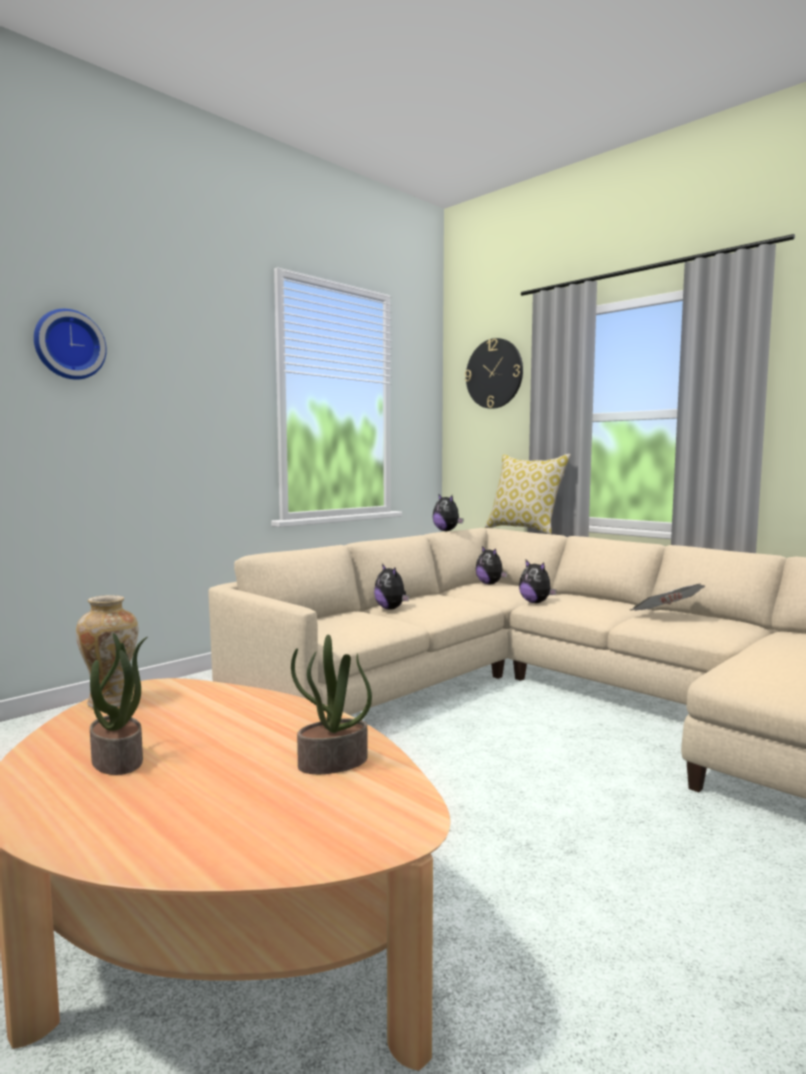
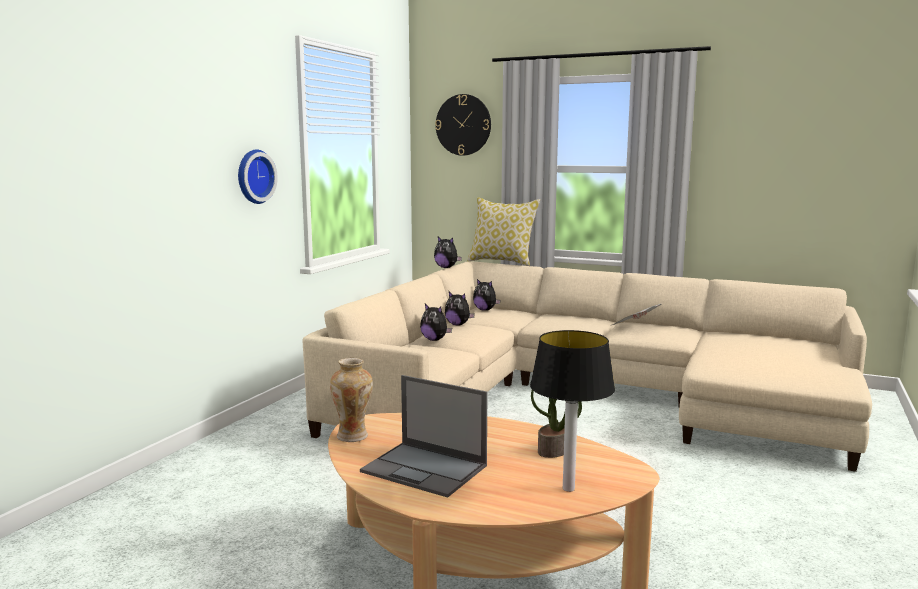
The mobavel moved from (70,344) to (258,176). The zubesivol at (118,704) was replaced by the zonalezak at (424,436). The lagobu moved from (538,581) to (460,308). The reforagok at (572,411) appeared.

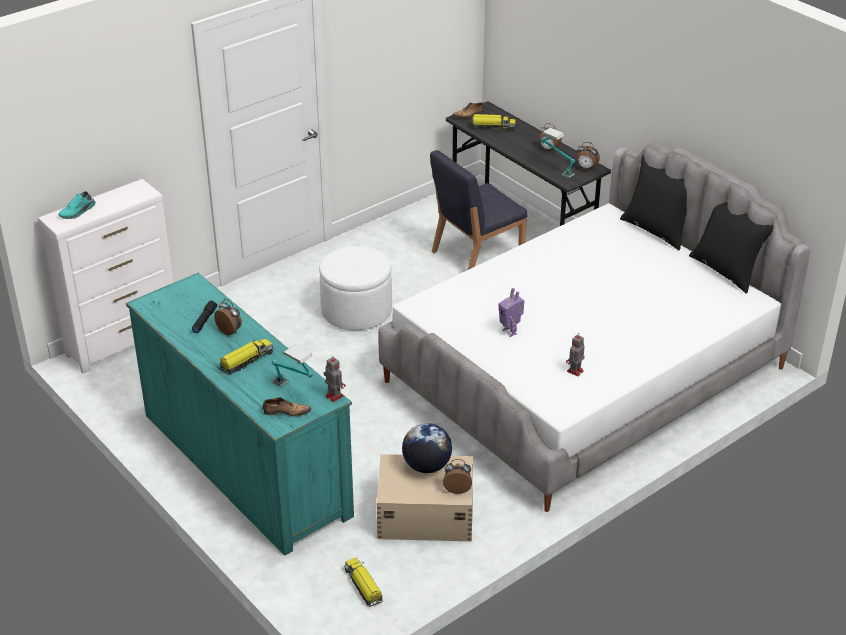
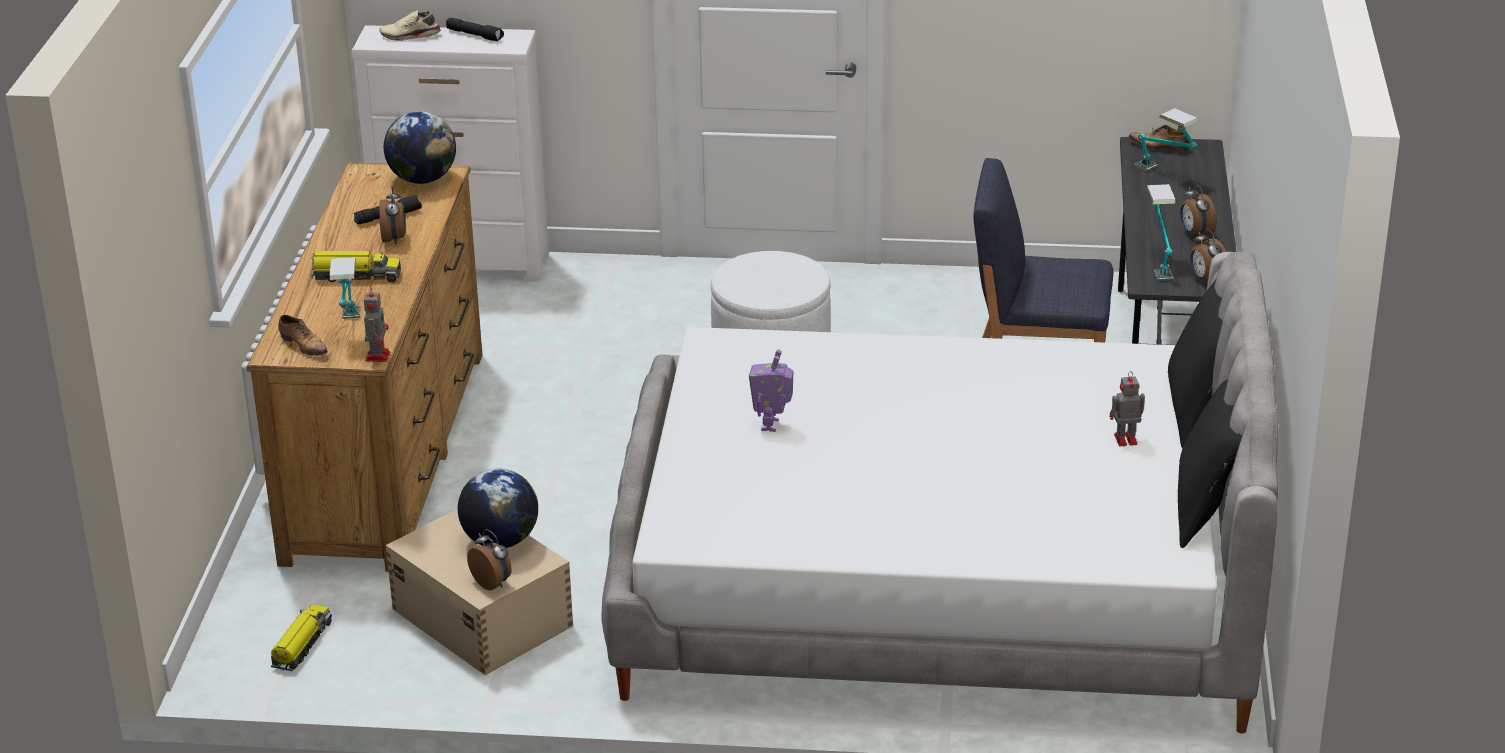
The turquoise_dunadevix at (77,205) became the beige_dunadevix at (410,25). The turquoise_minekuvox at (240,414) became the brown_minekuvox at (364,367). The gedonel at (492,122) was replaced by the reforagok at (1167,139). The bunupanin moved from (575,355) to (1127,408). The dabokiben at (420,147) appeared. The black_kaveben at (475,29) appeared.

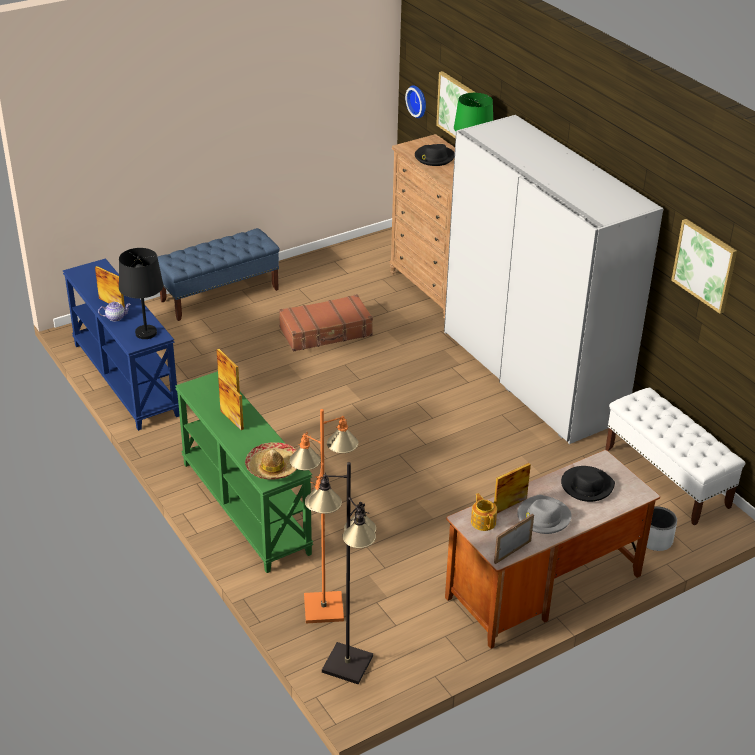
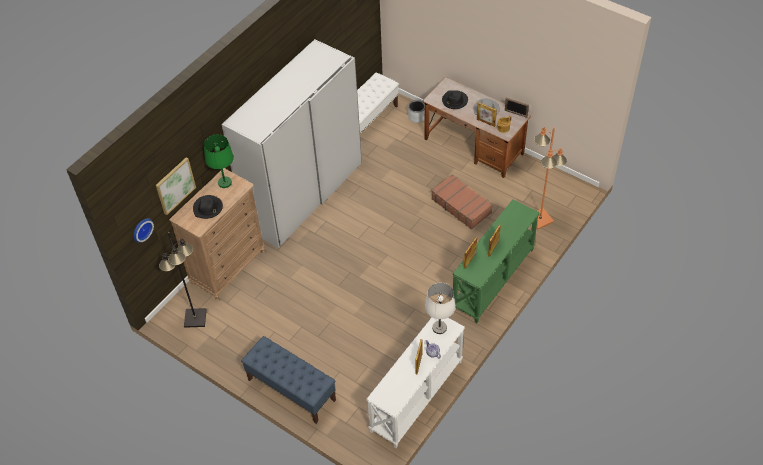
The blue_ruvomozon at (121,344) became the white_ruvomozon at (415,382). The black_reforagok at (141,293) became the white_reforagok at (440,308). The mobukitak at (271,461) disappeared. The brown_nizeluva moved from (326,323) to (462,202). The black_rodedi moved from (342,573) to (183,280). The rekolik at (704,266) disappeared.

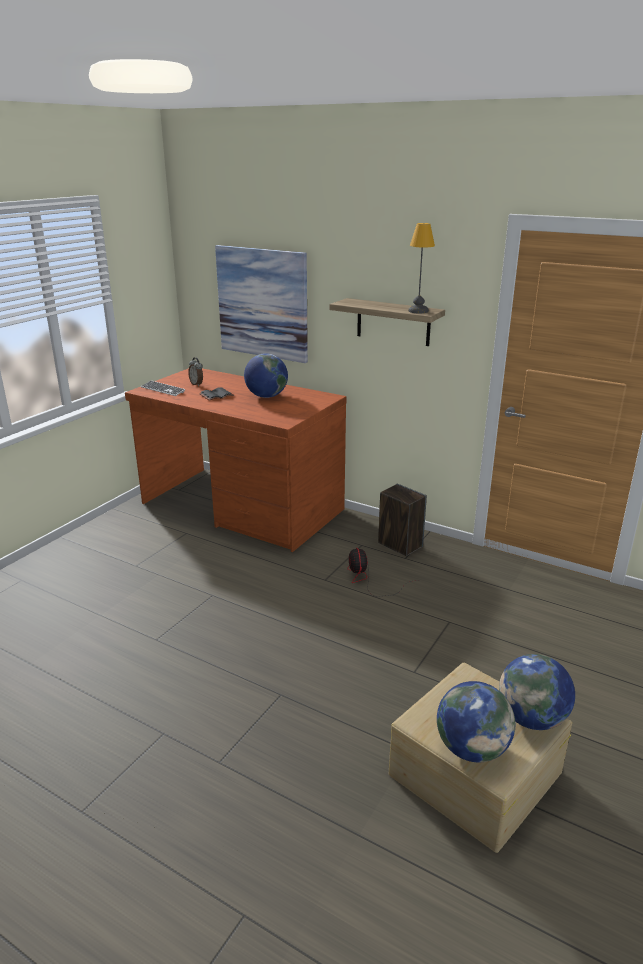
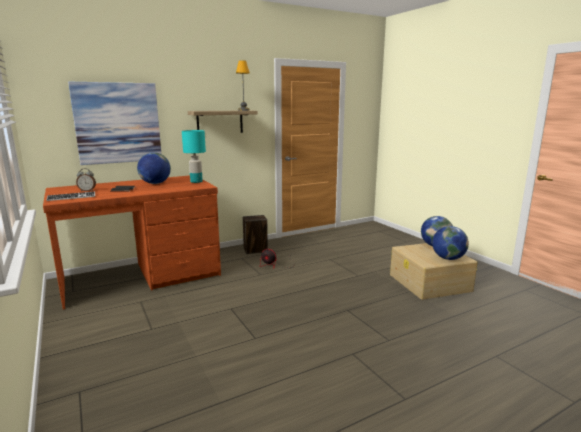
The turquoise_reforagok at (194,156) appeared.

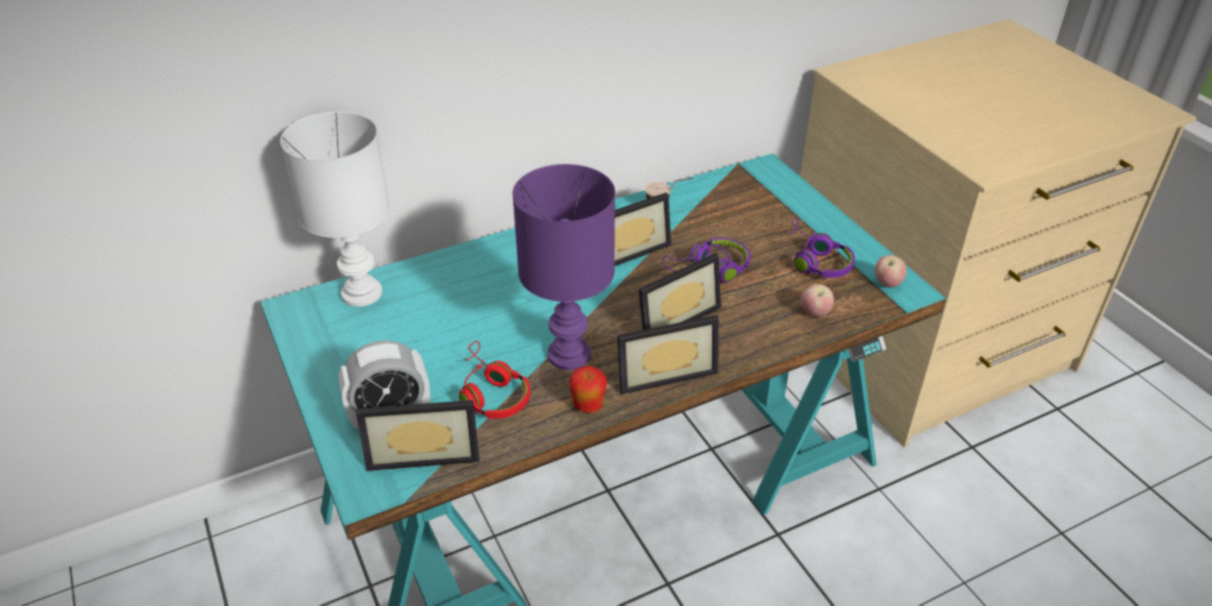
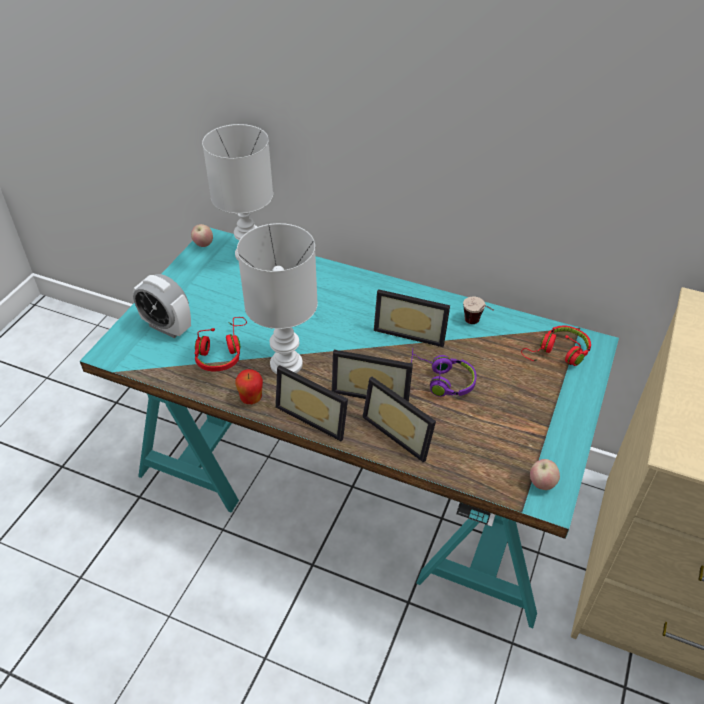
The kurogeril moved from (417,435) to (399,419). The purple_reforagok at (563,267) became the white_reforagok at (277,298). The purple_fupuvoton at (821,248) disappeared. The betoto moved from (817,300) to (202,235). The red_fupuvoton at (556,345) appeared.

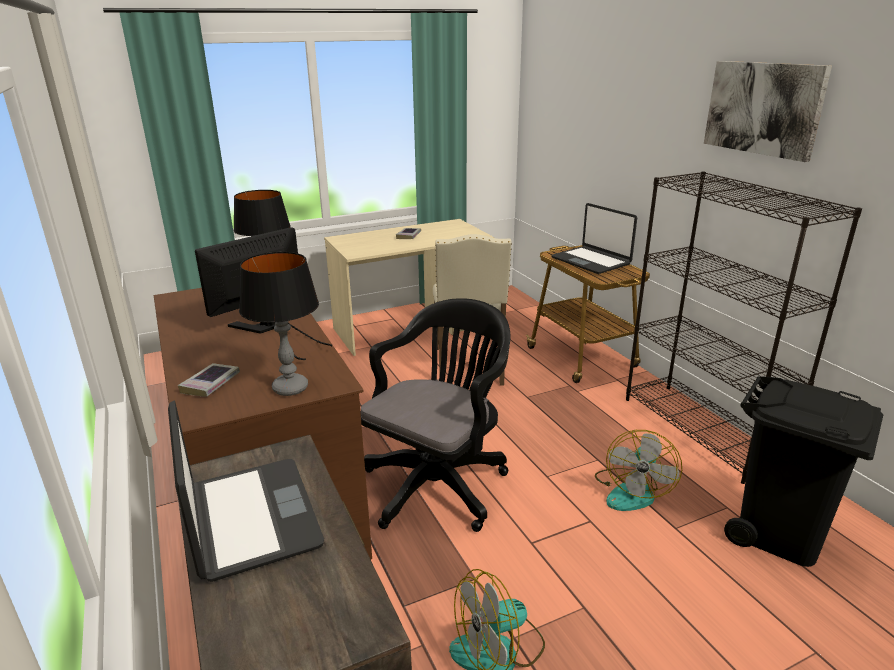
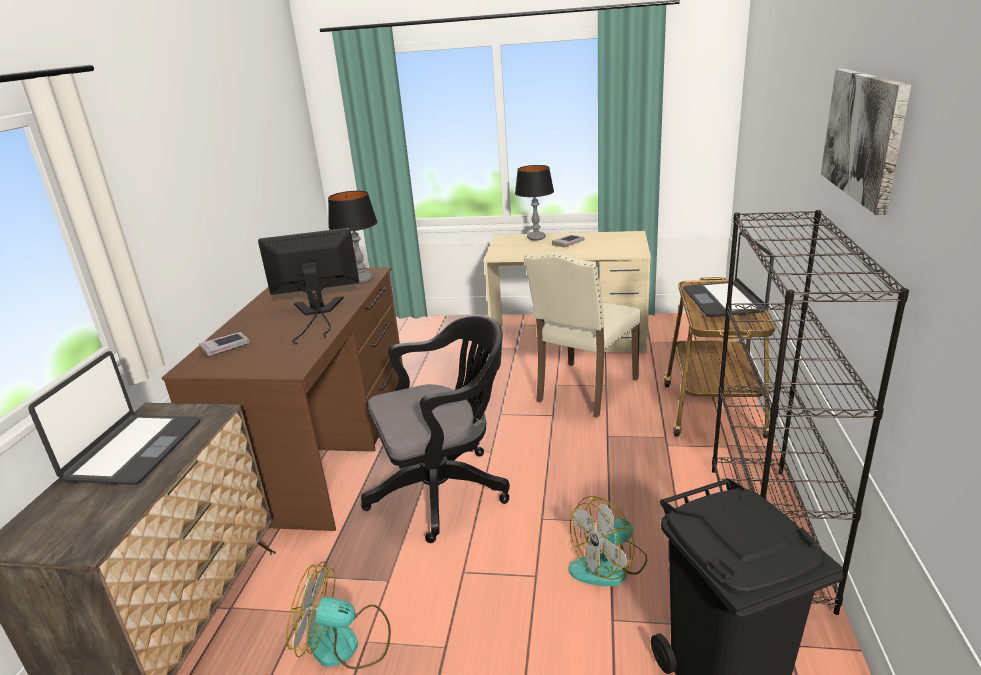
The reforagok moved from (279,324) to (534,203).

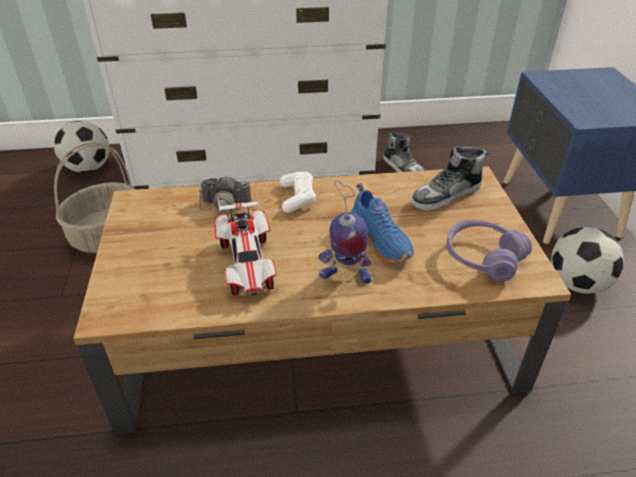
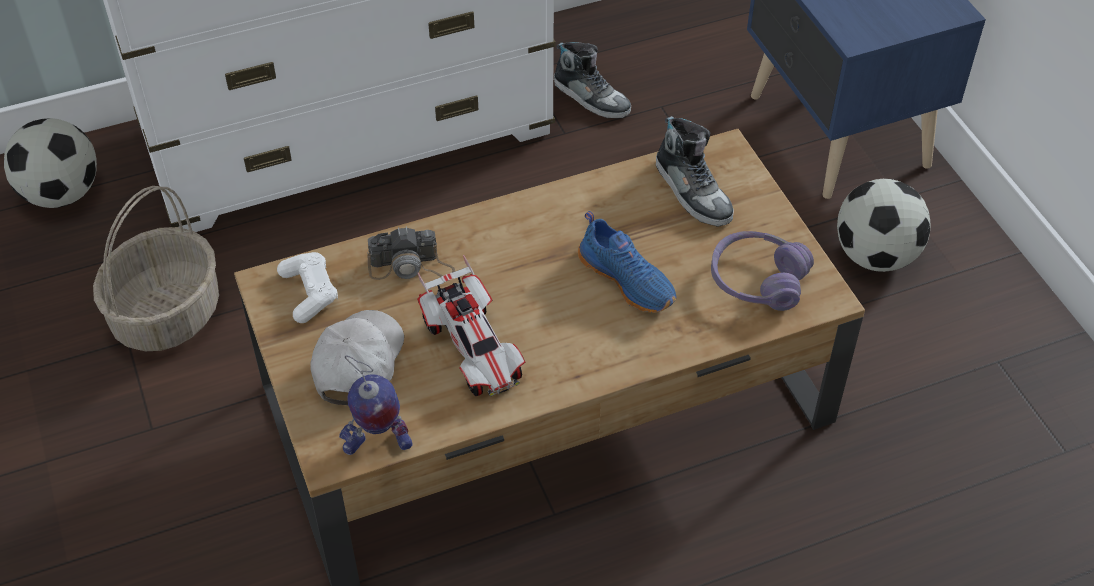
The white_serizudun moved from (298,192) to (307,287). The bunupanin moved from (344,232) to (375,405). The dunadevix at (450,178) turned 75 degrees counterclockwise. The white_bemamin at (357,357) appeared.

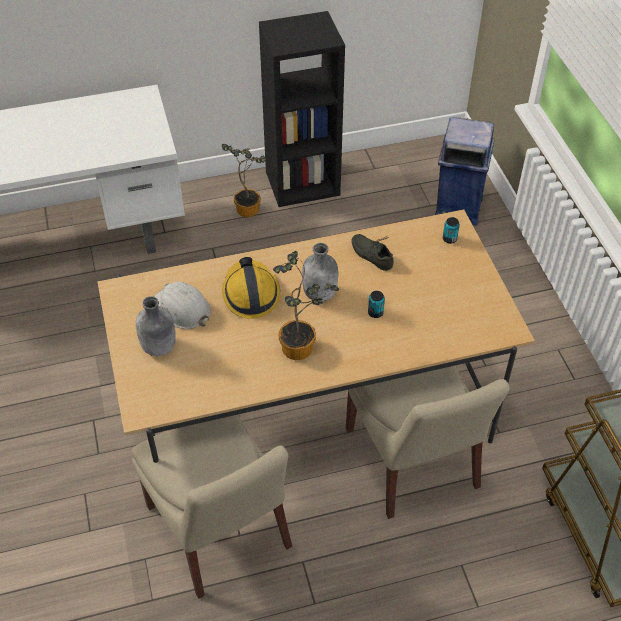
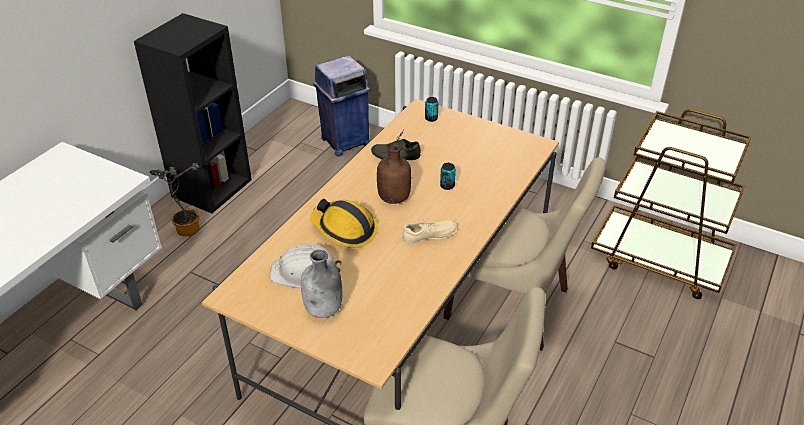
The zubesivol at (306,305) was replaced by the beige_dunadevix at (430,230). The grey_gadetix at (320,272) became the brown_gadetix at (394,173).

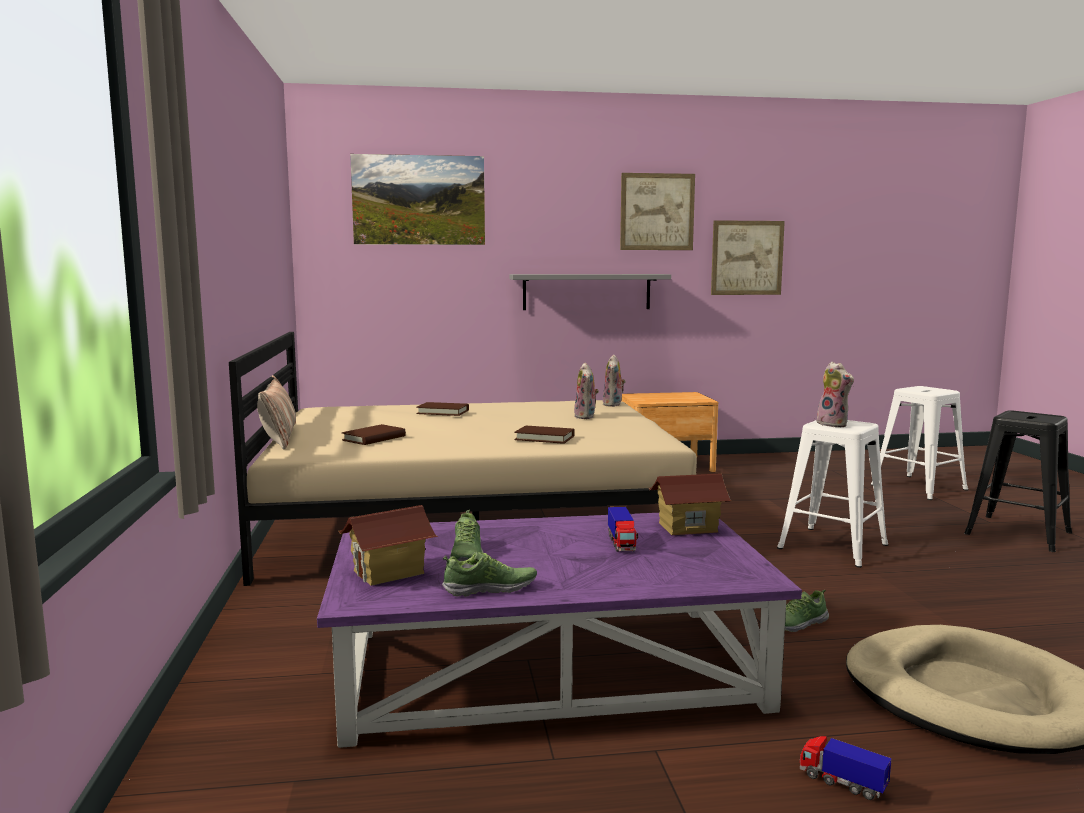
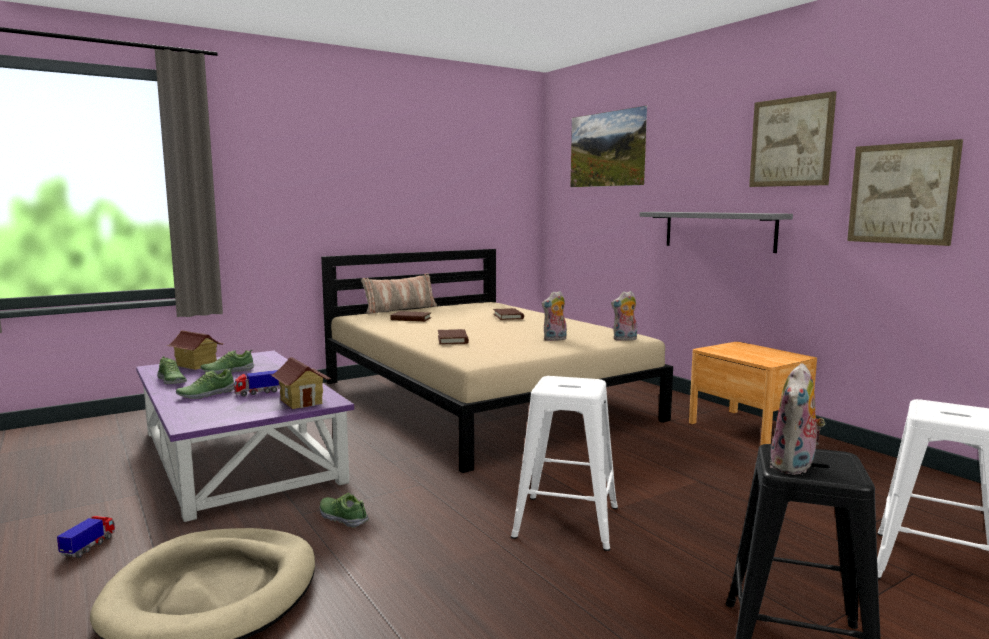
The lagobu moved from (834,394) to (798,419). The dunadevix at (205,383) appeared.

